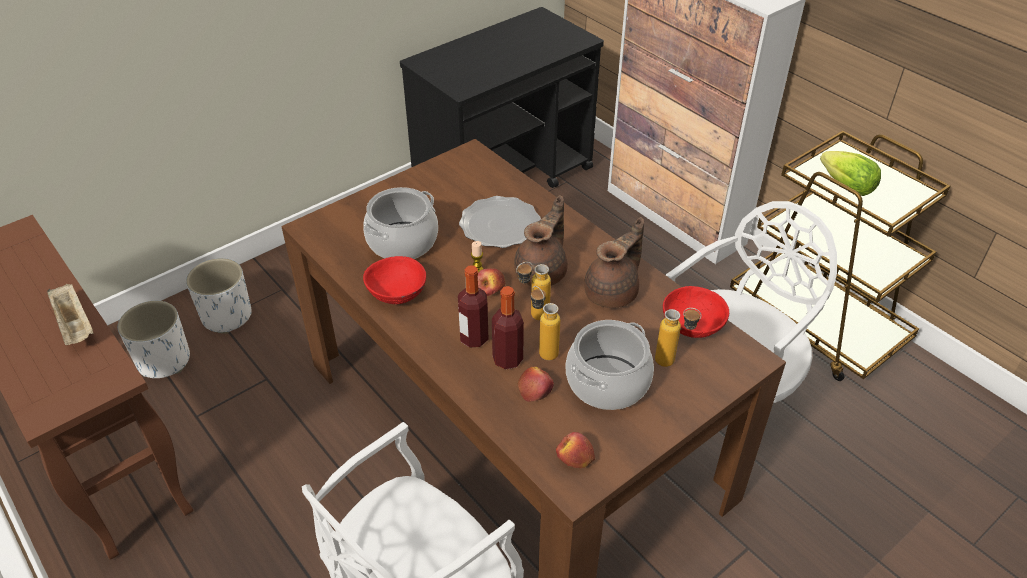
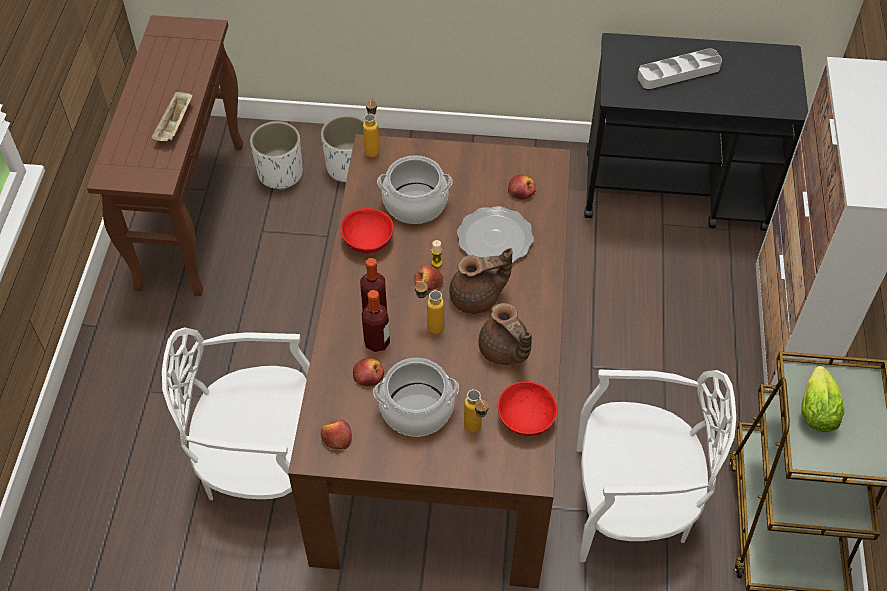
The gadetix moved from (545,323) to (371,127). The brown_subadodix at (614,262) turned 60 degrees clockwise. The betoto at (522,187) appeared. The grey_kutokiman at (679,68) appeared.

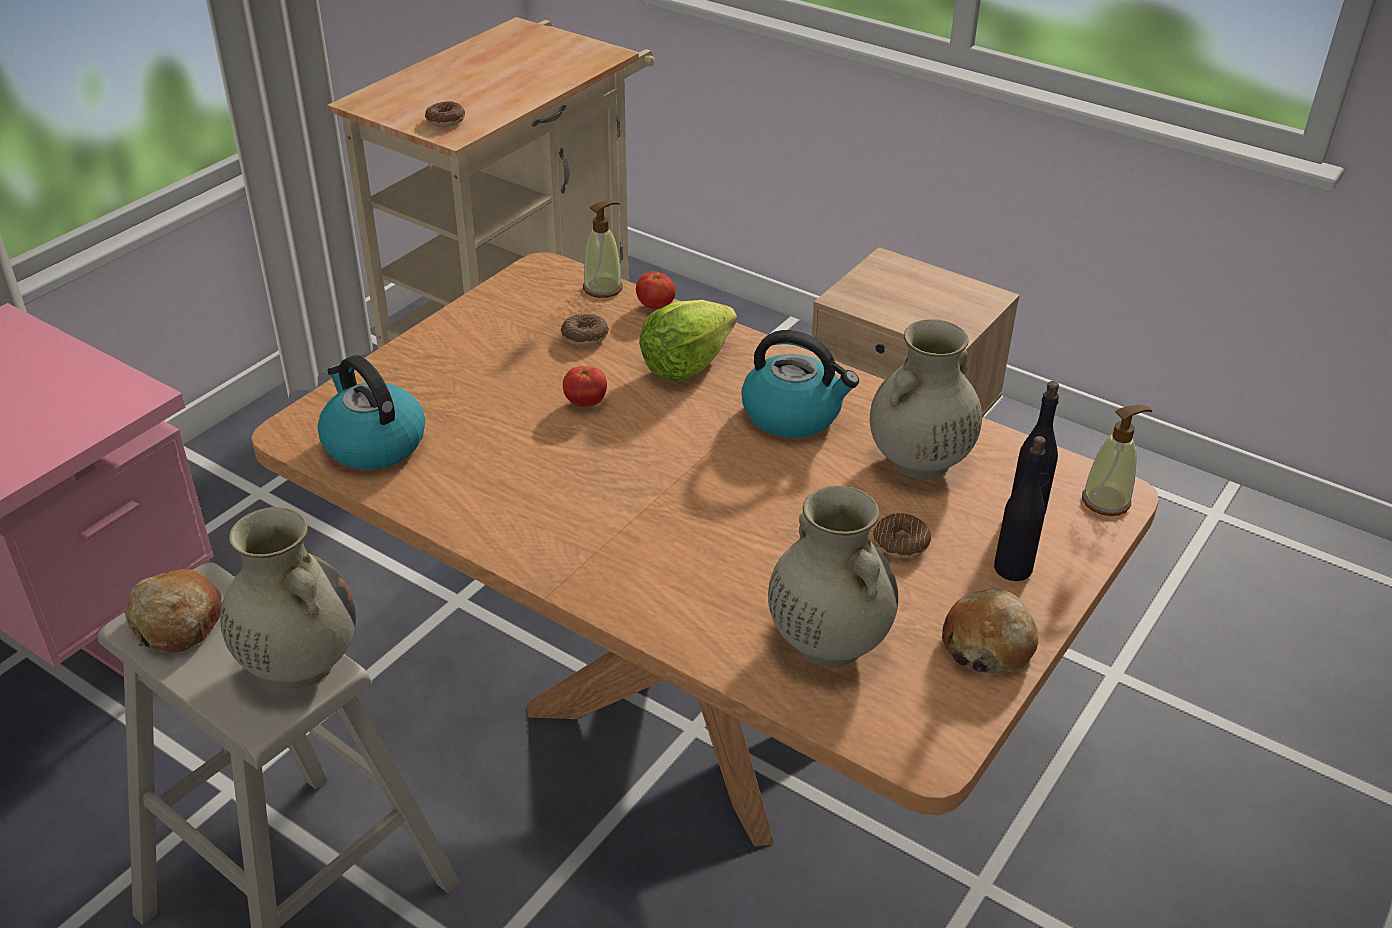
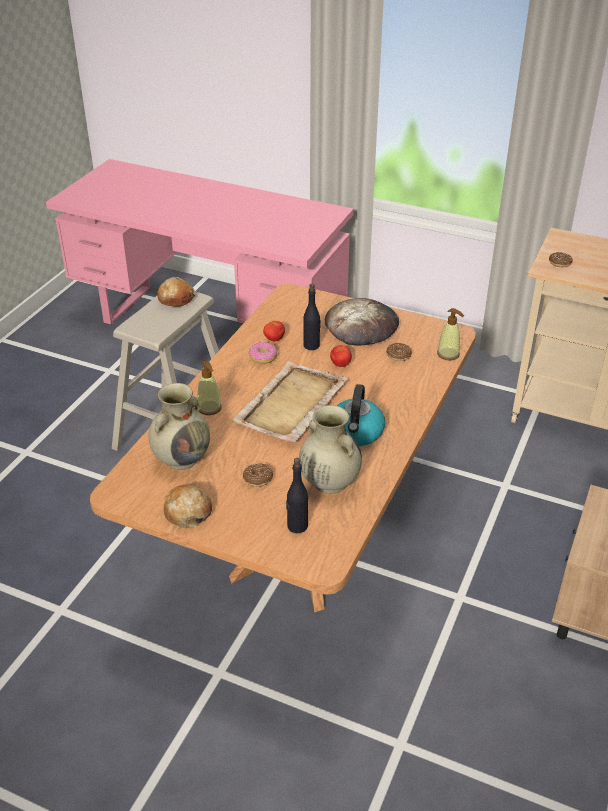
The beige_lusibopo at (288,597) disappeared. The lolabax at (371,412) disappeared. The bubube moved from (656,290) to (274,331). The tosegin at (688,341) disappeared. The black_gadetix moved from (1020,508) to (312,317). The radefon moved from (1117,460) to (209,387). The beige_kutokiman at (290,402) appeared. The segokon at (263,353) appeared. The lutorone at (362,322) appeared.

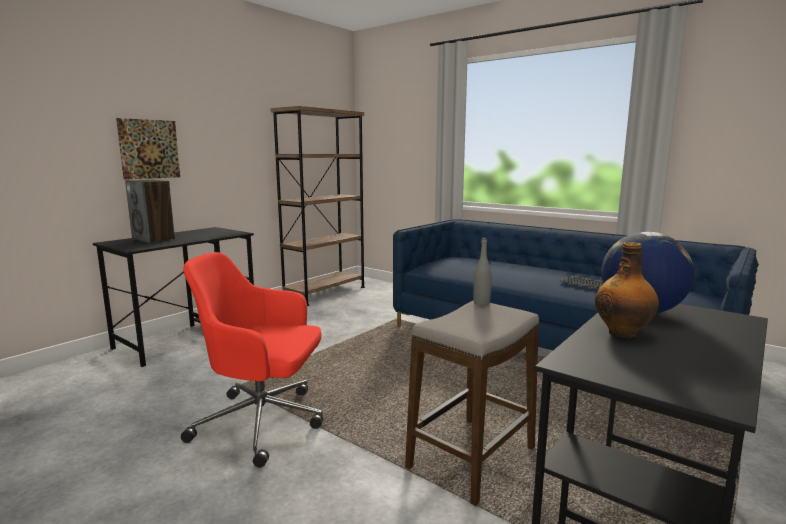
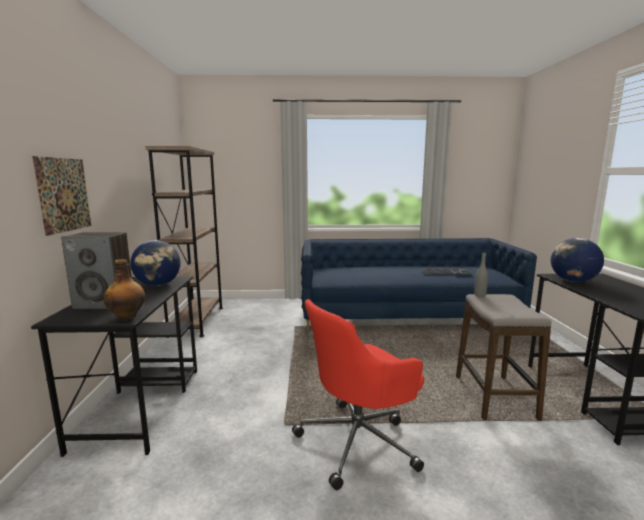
The gadetix moved from (627,290) to (124,290). The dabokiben at (155,263) appeared.

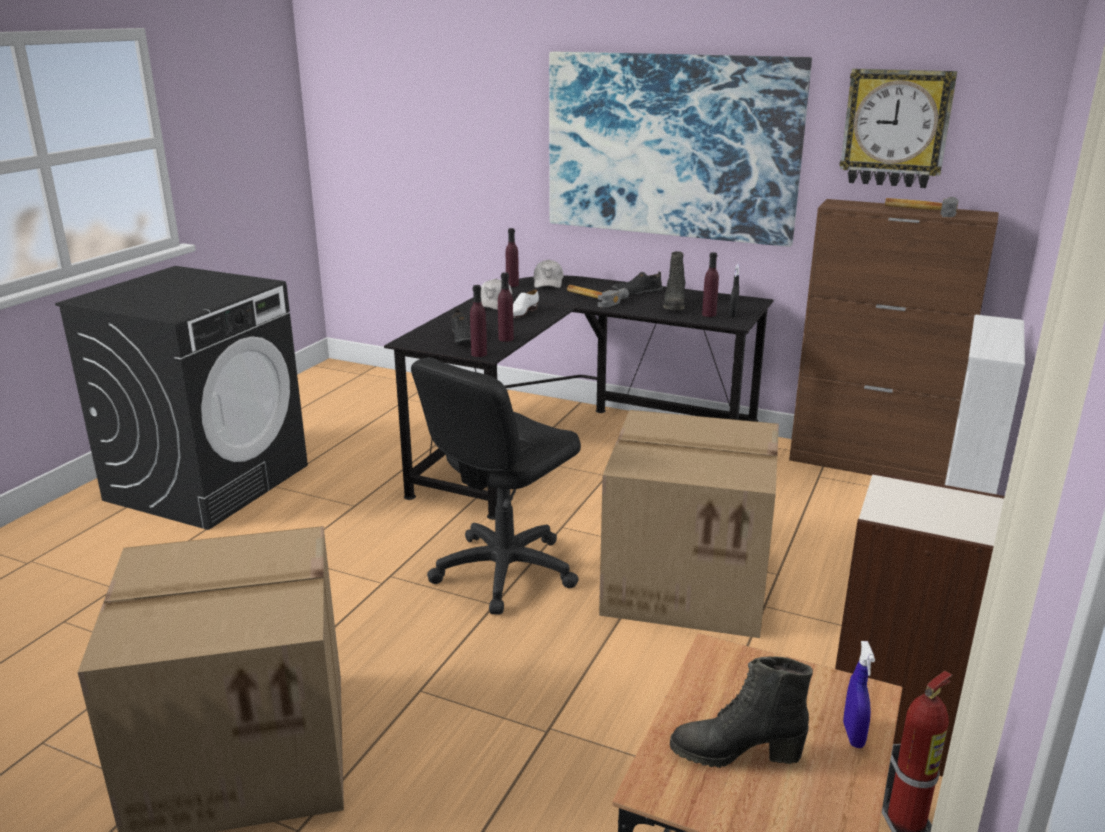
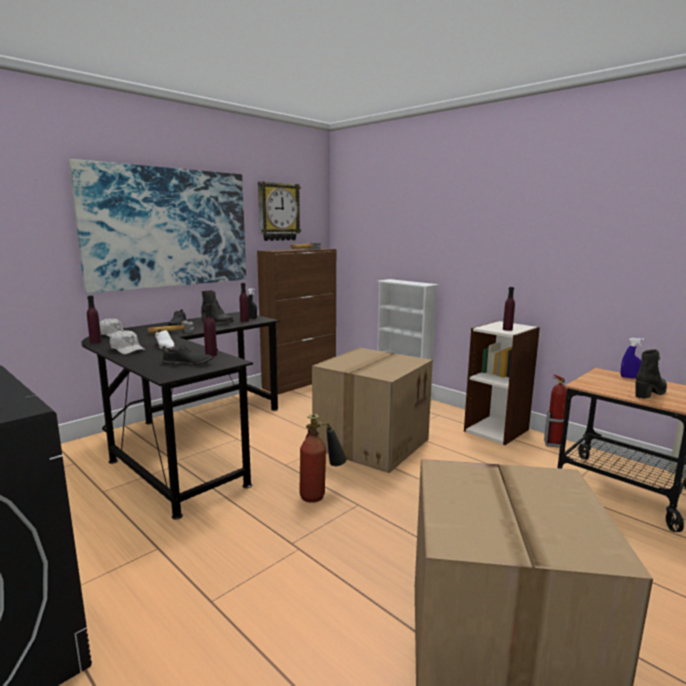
The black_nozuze at (496,486) was replaced by the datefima at (323,458). The purple_gadetix moved from (478,321) to (509,309). The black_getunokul at (741,712) turned 150 degrees counterclockwise.

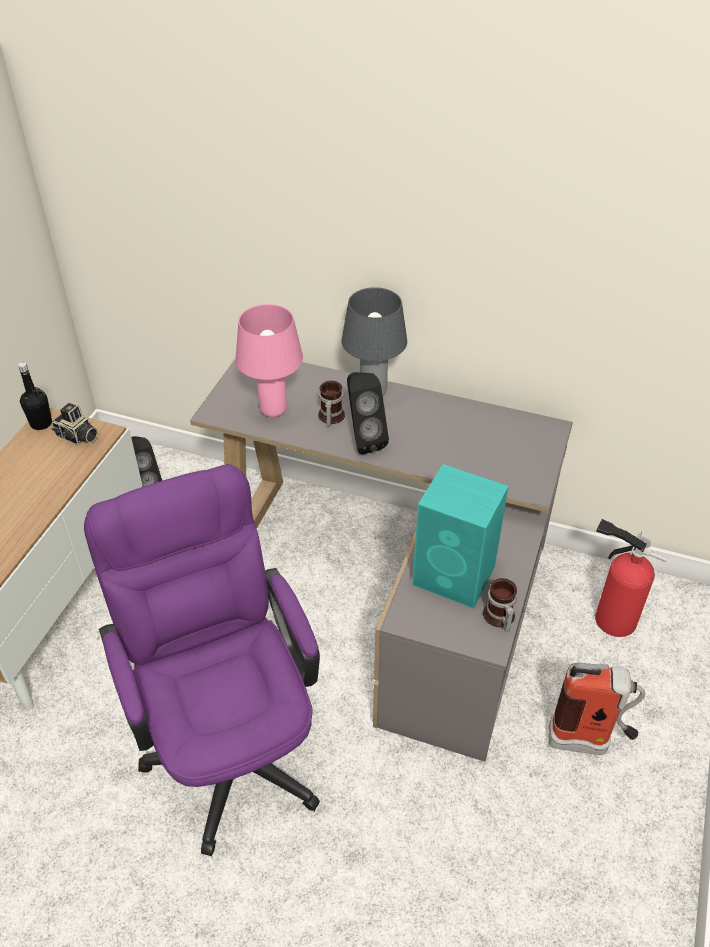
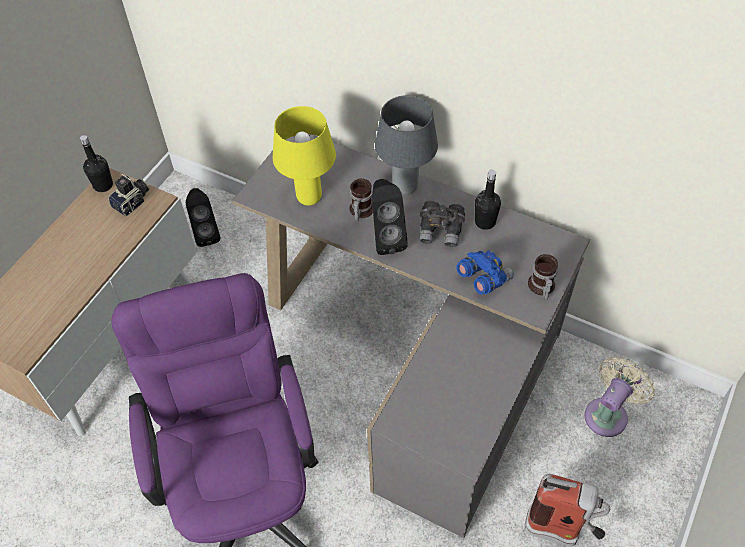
The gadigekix at (74,424) turned 90 degrees counterclockwise. The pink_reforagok at (269,360) became the yellow_reforagok at (304,156). The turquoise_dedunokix at (460,536) disappeared. The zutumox moved from (500,605) to (543,276). The datefima at (631,578) was replaced by the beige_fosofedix at (619,397). The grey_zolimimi at (442,224) appeared. The blue_zolimimi at (485,272) appeared. The black_gadetix at (488,200) appeared.

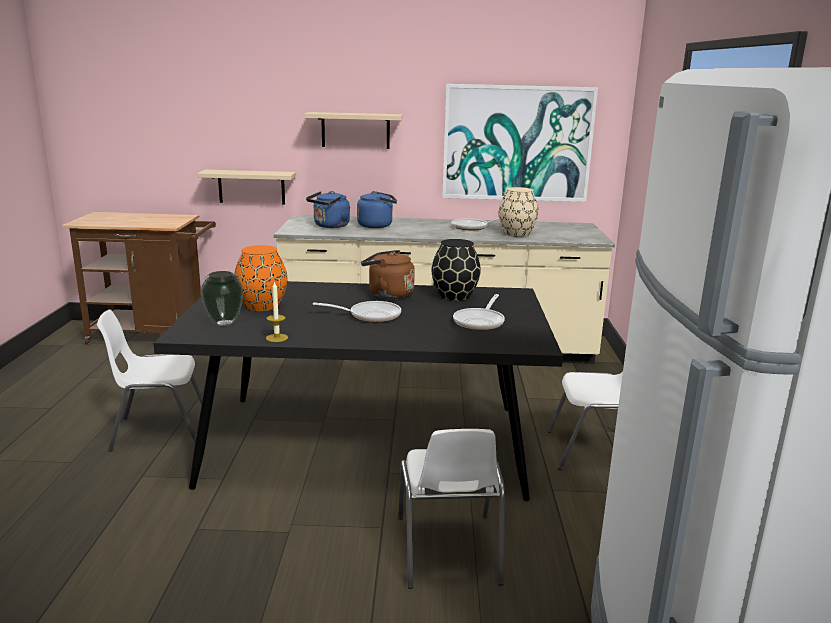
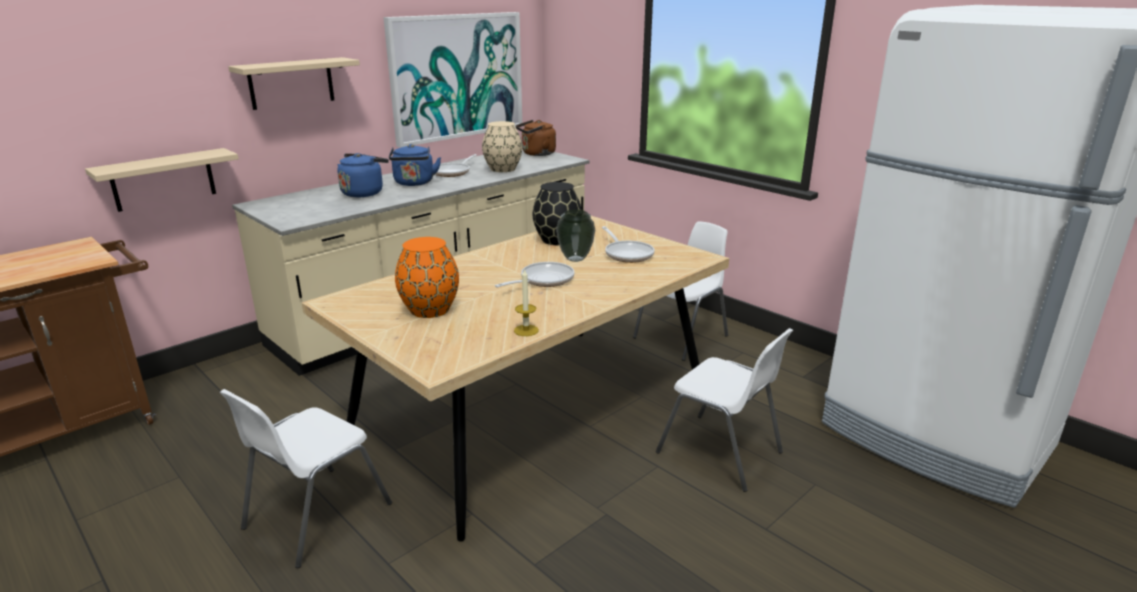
The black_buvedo at (358,391) became the beige_buvedo at (515,379). The lusibopo moved from (222,298) to (575,235). The blue_lolabax moved from (328,209) to (415,165). The brown_lolabax moved from (388,274) to (536,138).

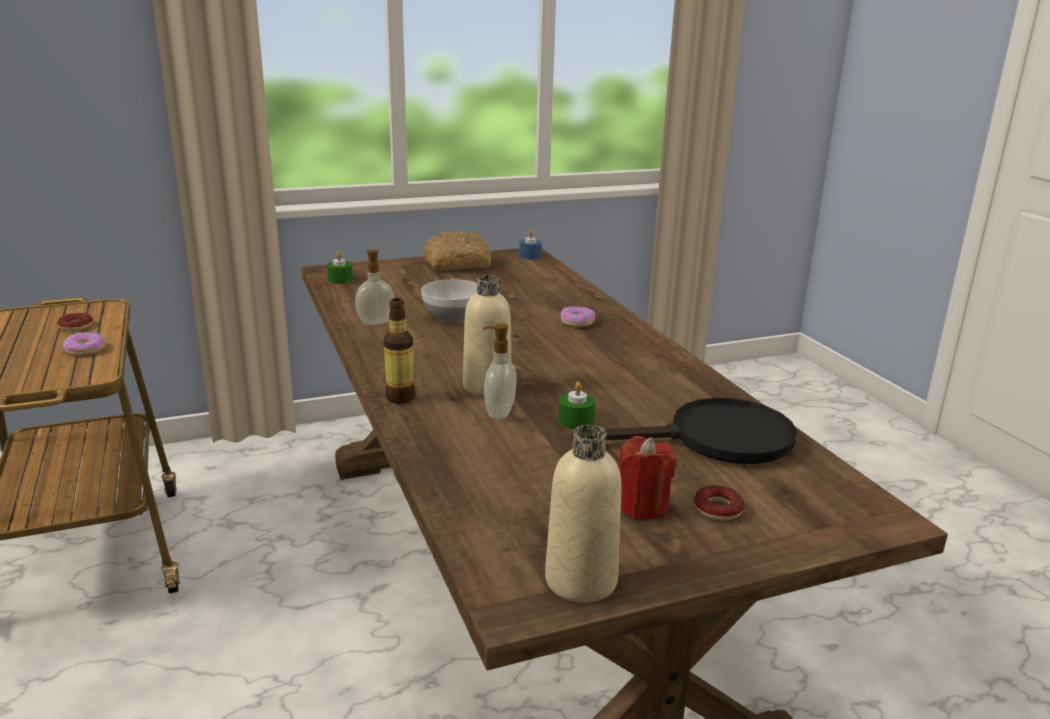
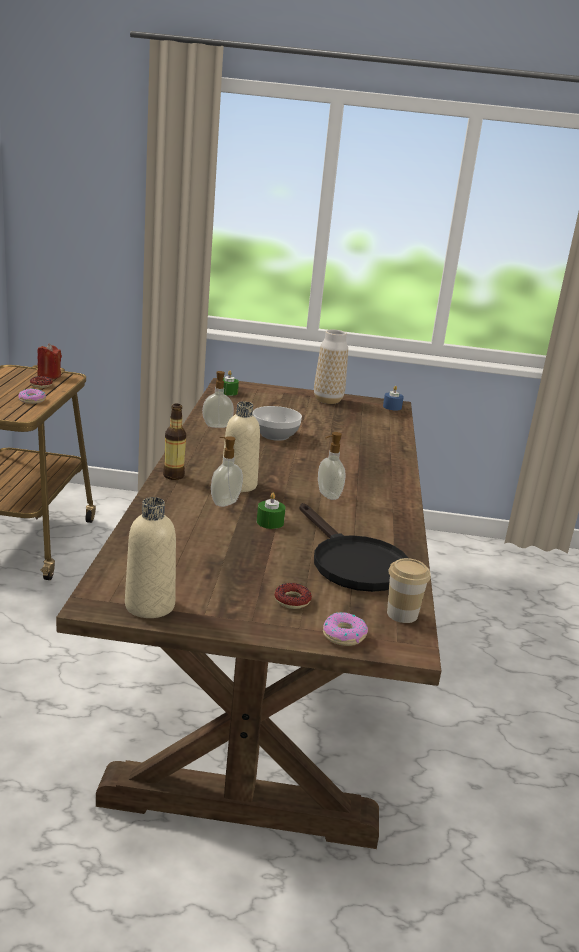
The lutorone at (457,250) was replaced by the lusibopo at (331,367). The segokon moved from (577,316) to (345,629). The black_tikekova at (684,431) turned 45 degrees clockwise. The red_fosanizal moved from (648,477) to (49,361). The radefon at (332,466) appeared. The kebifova at (409,590) appeared.

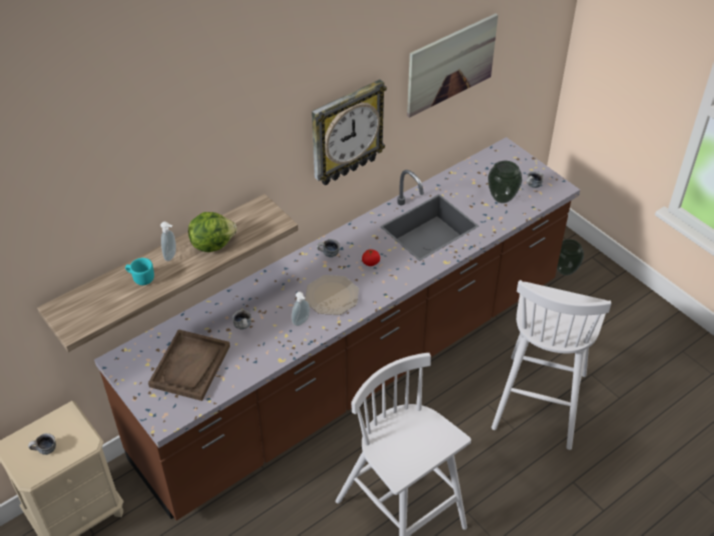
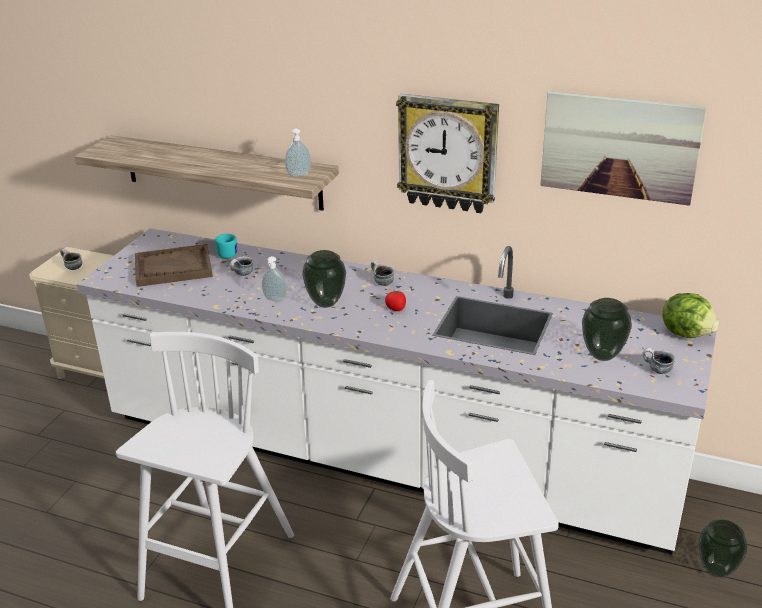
The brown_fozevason at (337,329) became the white_fozevason at (396,391). The turquoise_zutumox moved from (139,271) to (226,246). The radefon moved from (168,241) to (298,152). The tosegin moved from (212,232) to (690,315). The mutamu at (332,295) was replaced by the lusibopo at (324,279).

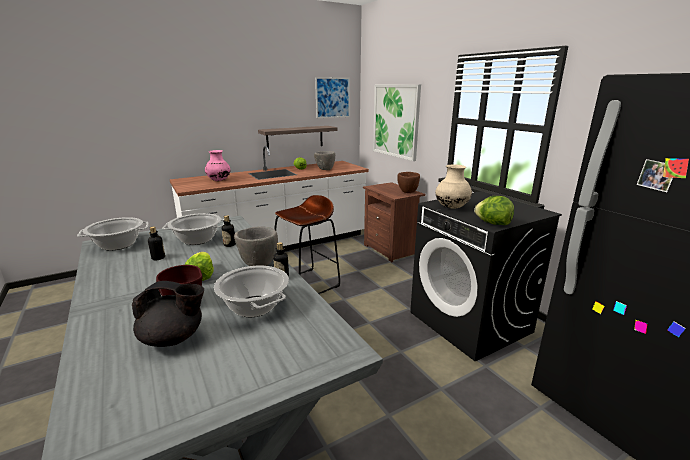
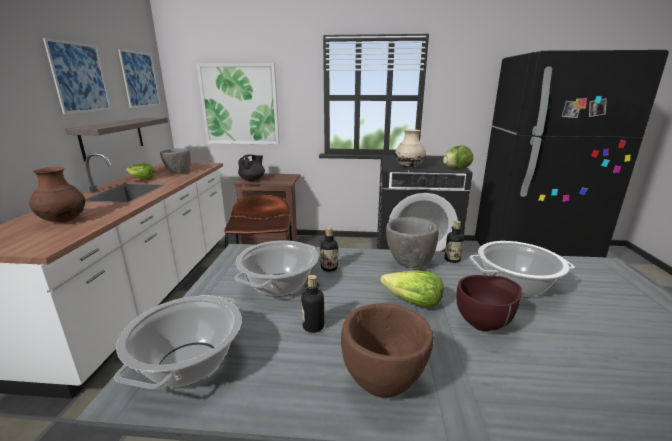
The black_subadodix moved from (168,314) to (251,168). The pink_lusibopo at (217,165) became the brown_lusibopo at (57,195). The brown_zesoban moved from (408,182) to (387,350). The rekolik at (77,76) appeared.

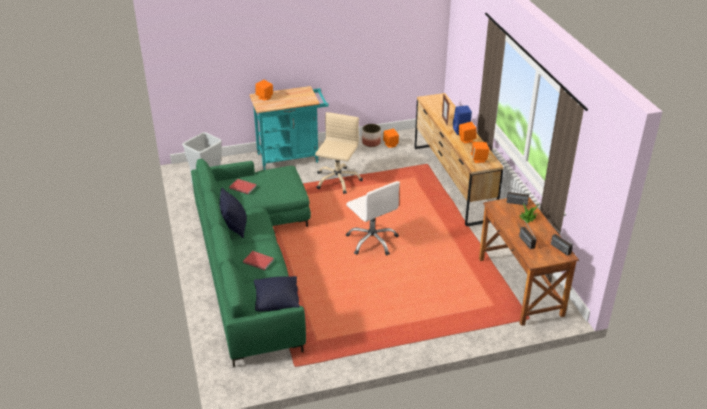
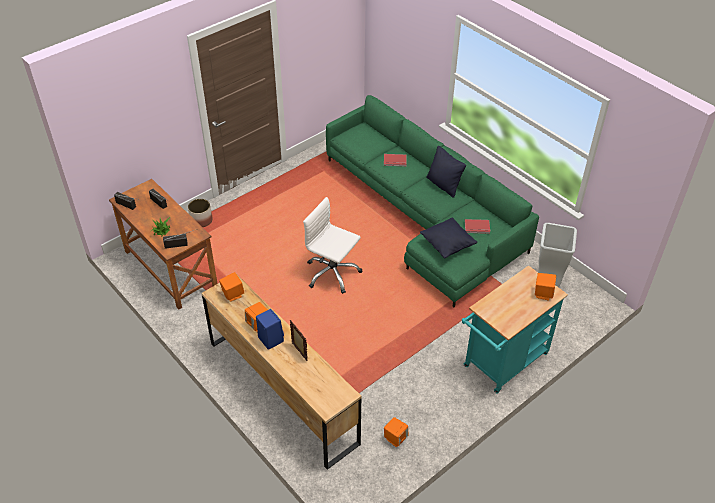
The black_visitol moved from (277,294) to (448,238). The beige_nozuze at (339,153) disappeared. The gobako moved from (371,135) to (200,213).

